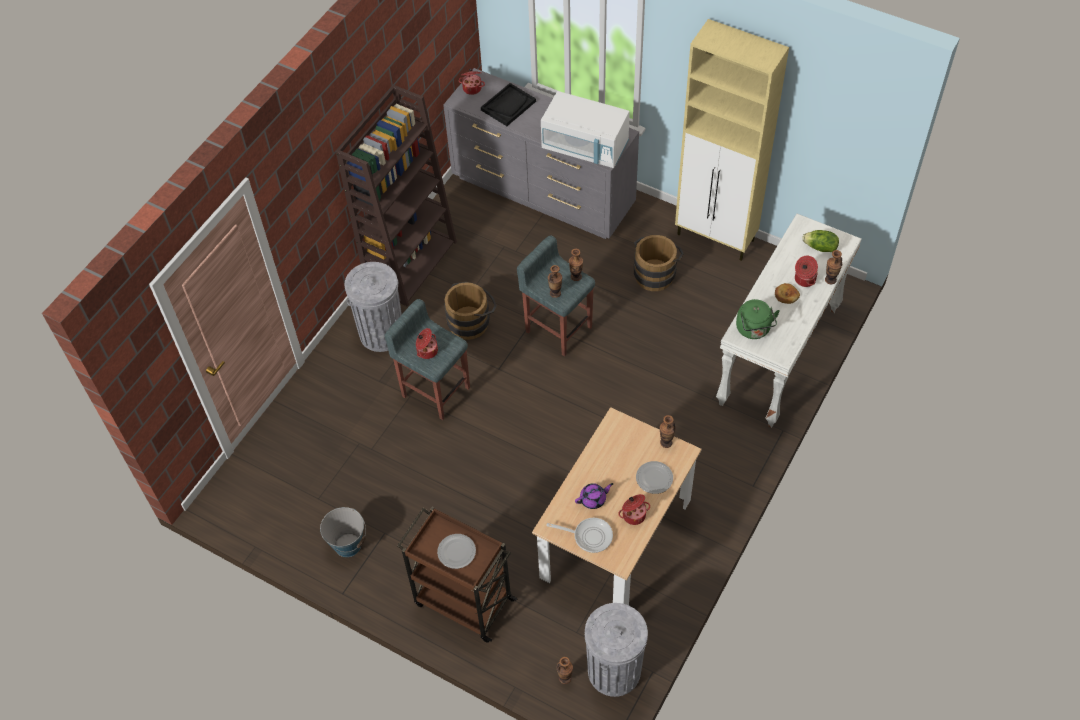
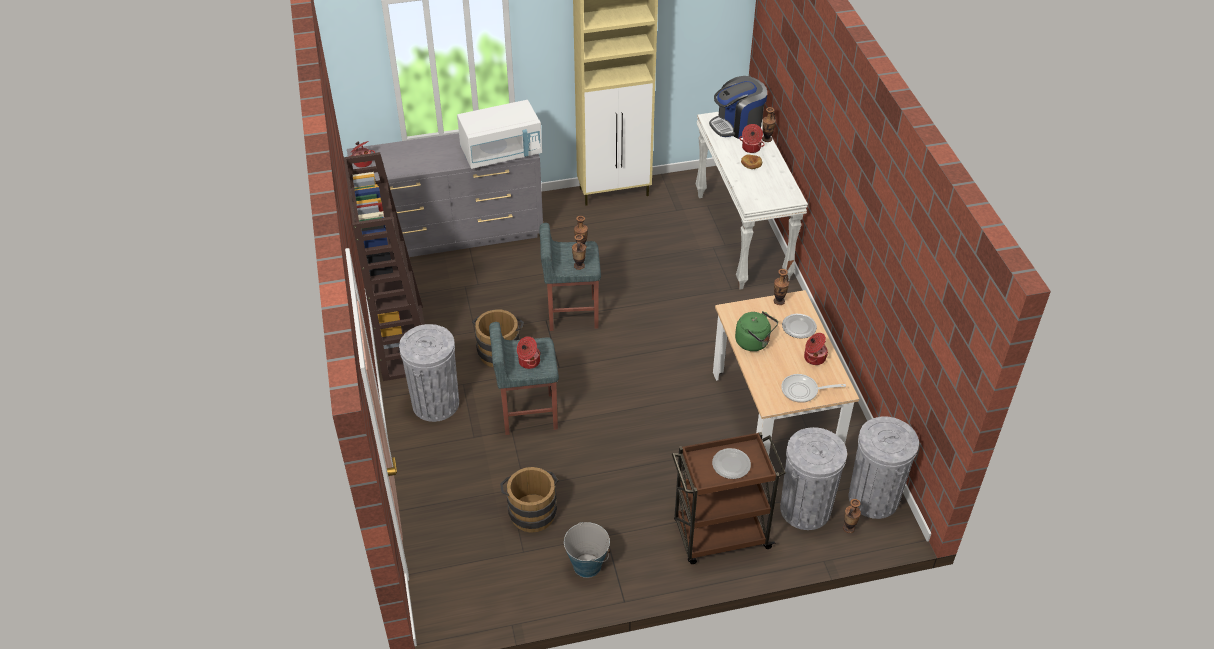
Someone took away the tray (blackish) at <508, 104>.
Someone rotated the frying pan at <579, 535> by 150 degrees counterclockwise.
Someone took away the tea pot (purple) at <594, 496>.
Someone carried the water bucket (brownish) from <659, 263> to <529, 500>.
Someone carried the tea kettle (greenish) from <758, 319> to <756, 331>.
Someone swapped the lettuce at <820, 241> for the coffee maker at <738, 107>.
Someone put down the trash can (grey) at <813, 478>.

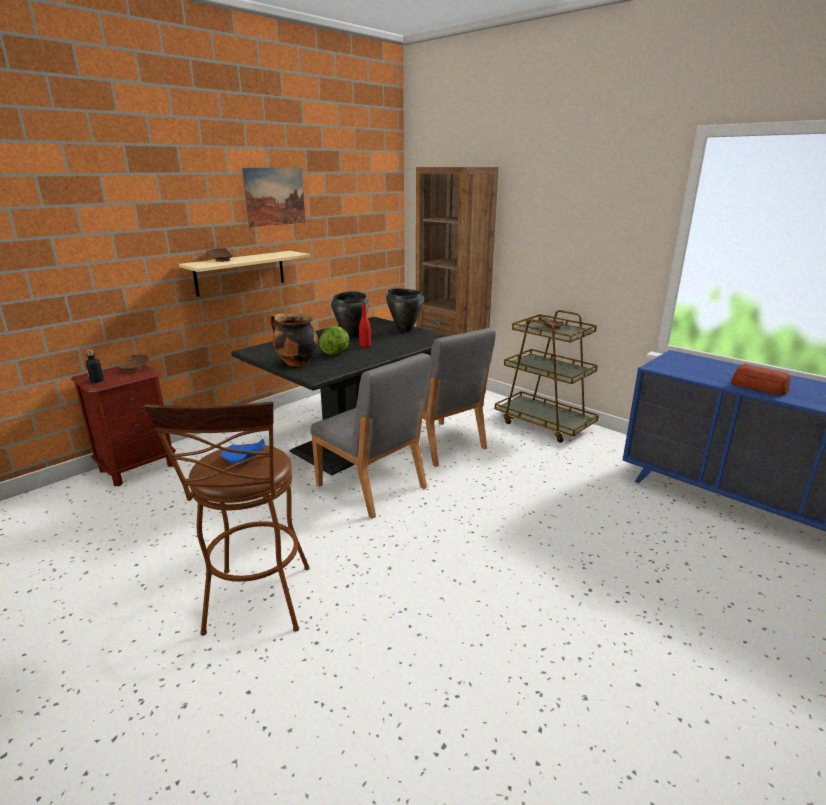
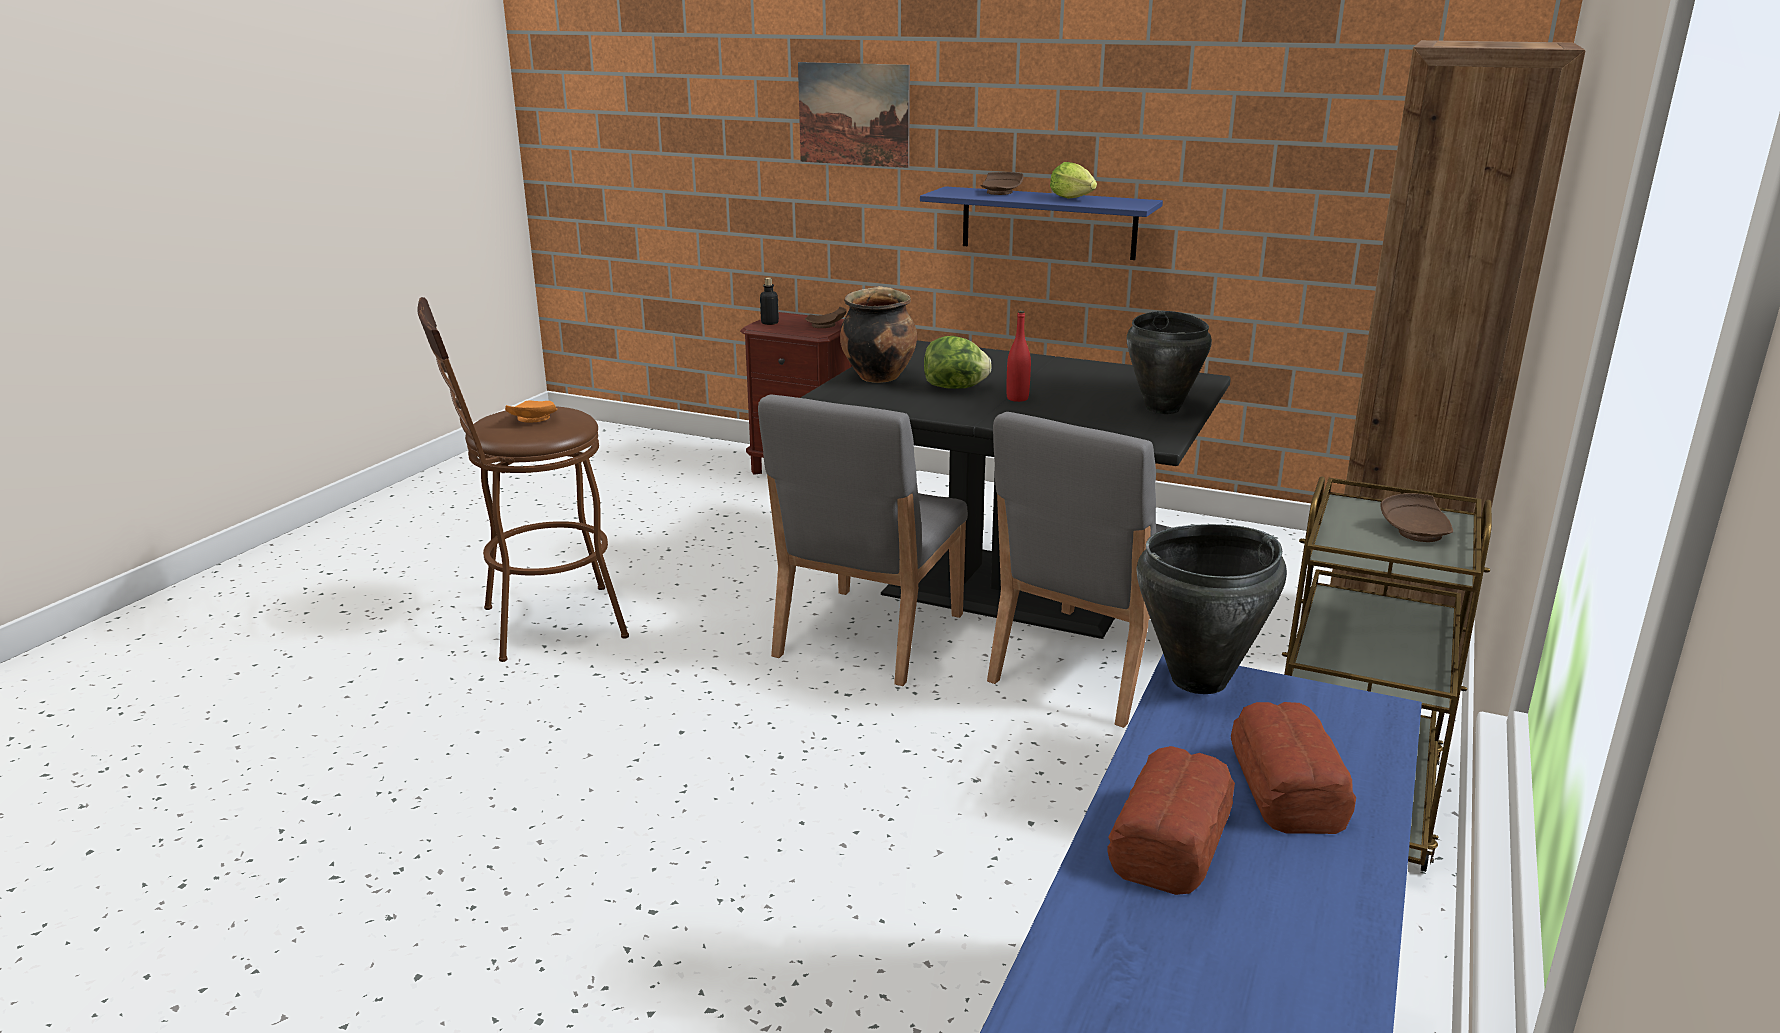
Someone repainted the wall shelf (beige-coloured) at <245, 274>, which became the wall shelf (blue) at <1041, 223>.
Someone repainted the plate (blue) at <242, 451>, which became the plate (orange-coloured) at <531, 412>.
Someone carried the wall picture from <274, 197> to <854, 115>.
Someone carried the stockpot (blackish) from <350, 314> to <1212, 609>.
Someone put down the lettuce at <1073, 180>.
Someone put down the bakery bread at <1293, 768>.

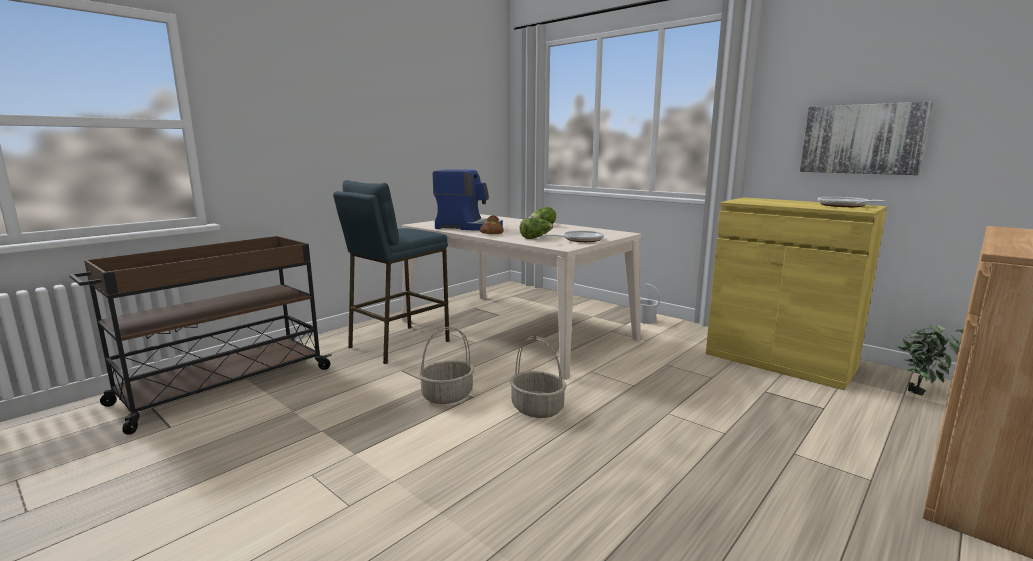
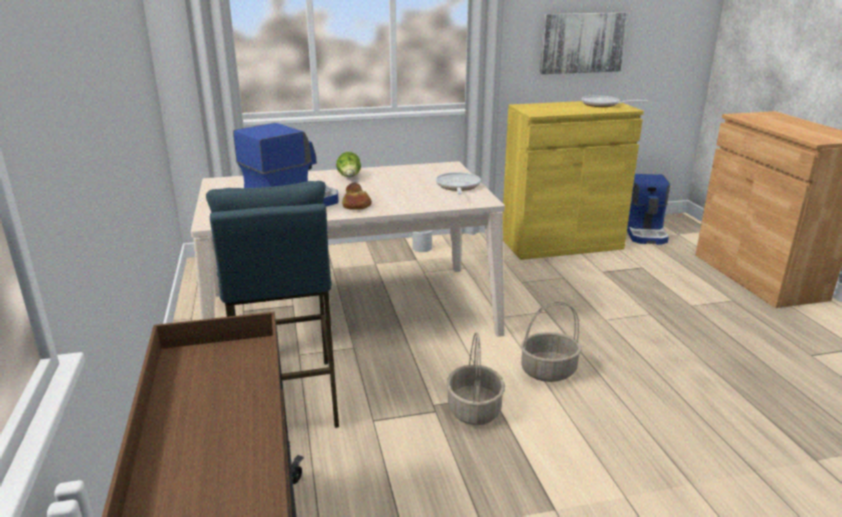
Someone took away the lettuce at <536, 228>.
Someone swapped the plant in a pot at <930, 360> for the coffee maker at <648, 209>.

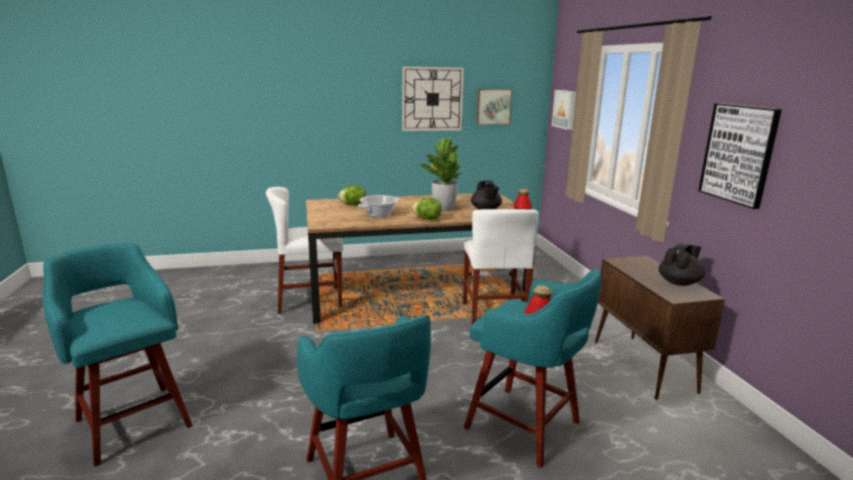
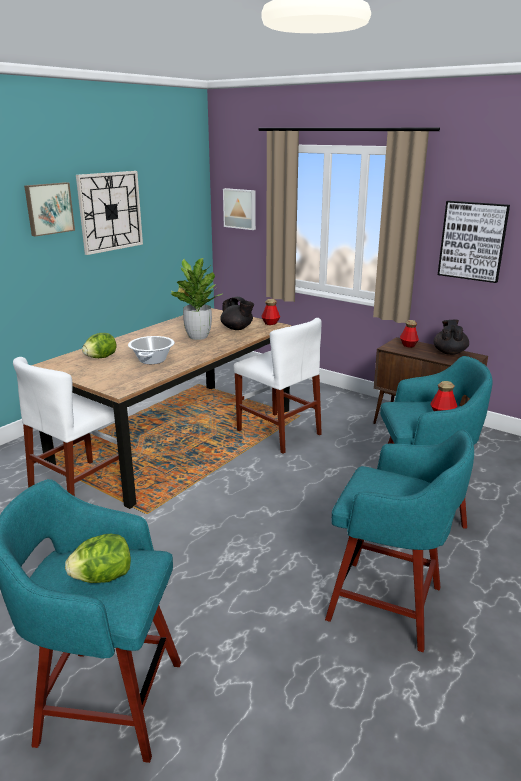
Someone carried the lettuce from <427, 209> to <98, 558>.
Someone carried the wall picture from <494, 107> to <49, 209>.
Someone put down the bottle at <409, 334>.

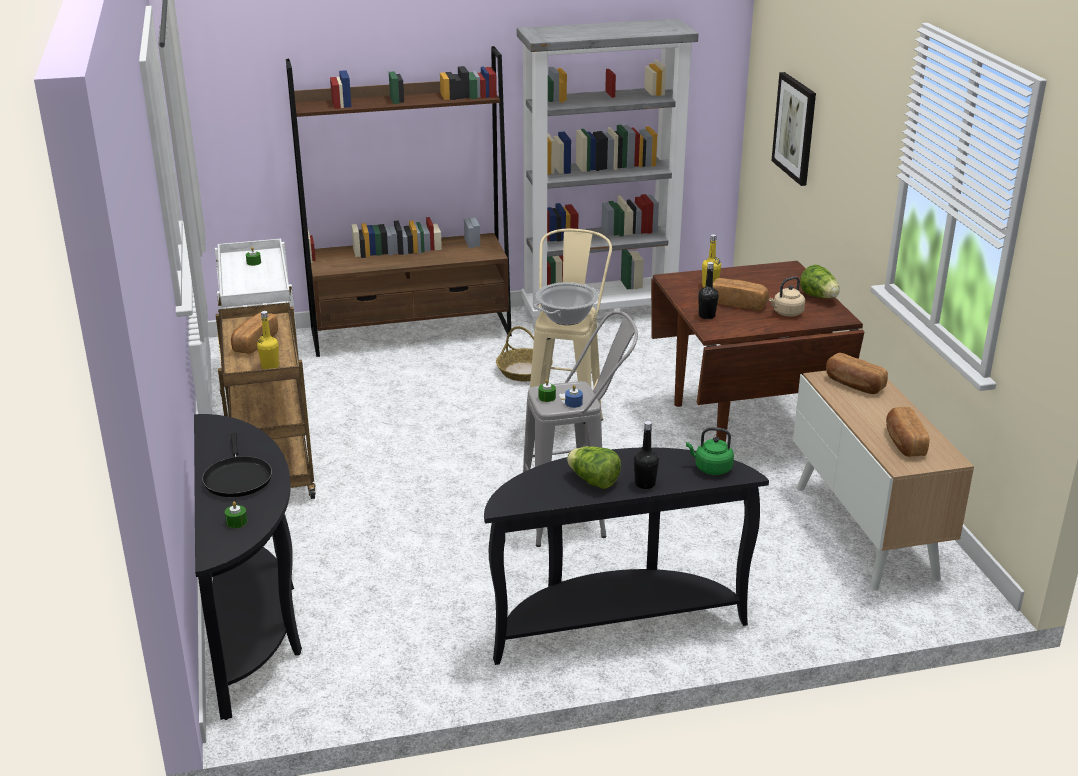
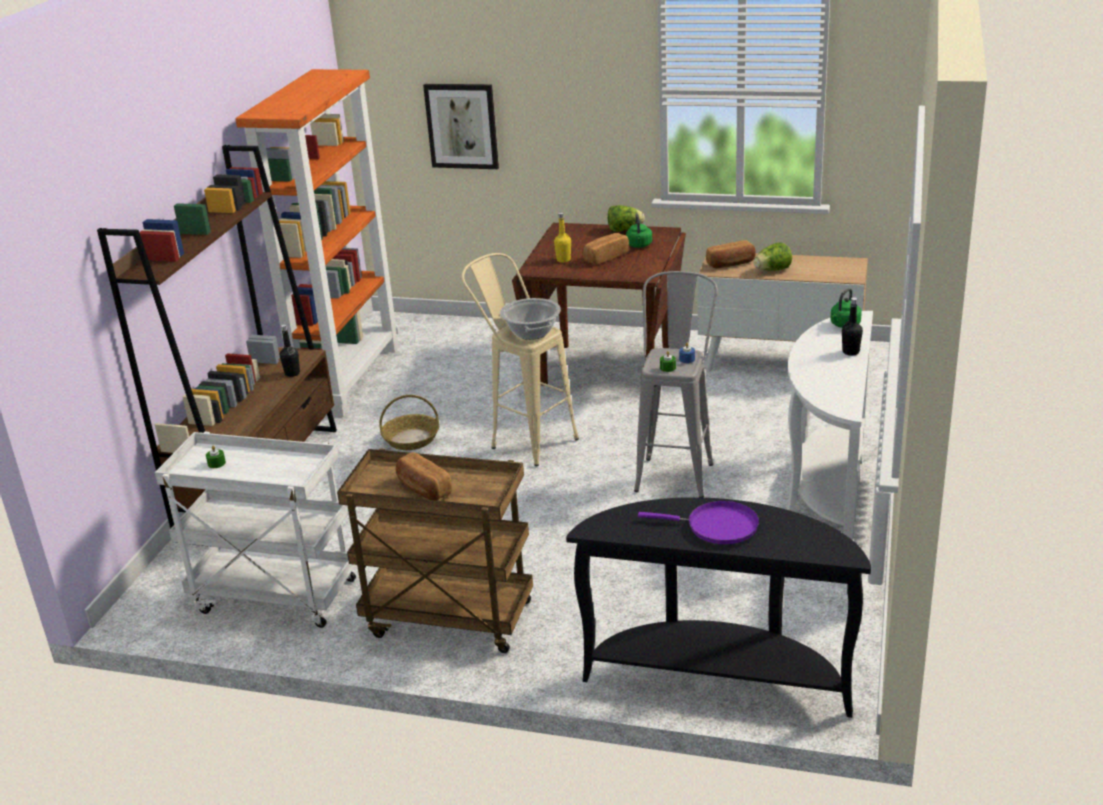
Someone repainted the frying pan (blackish) at <237, 465>, which became the frying pan (purple) at <698, 522>.
Someone took away the candle (greenish) at <236, 514>.
Someone took away the bottle (yellow) at <268, 340>.
Someone repainted the narrow table (blackish) at <626, 556>, which became the narrow table (whitish) at <830, 425>.
Someone repainted the bookshelf (grey) at <607, 174>, which became the bookshelf (orange-coloured) at <317, 243>.
Someone carried the lettuce from <594, 467> to <773, 257>.
Someone carried the bottle (blackish) from <708, 290> to <290, 350>.
Someone repainted the tea kettle (beige-coloured) at <787, 296>, which became the tea kettle (greenish) at <639, 230>.
Someone took away the bakery bread at <907, 432>.

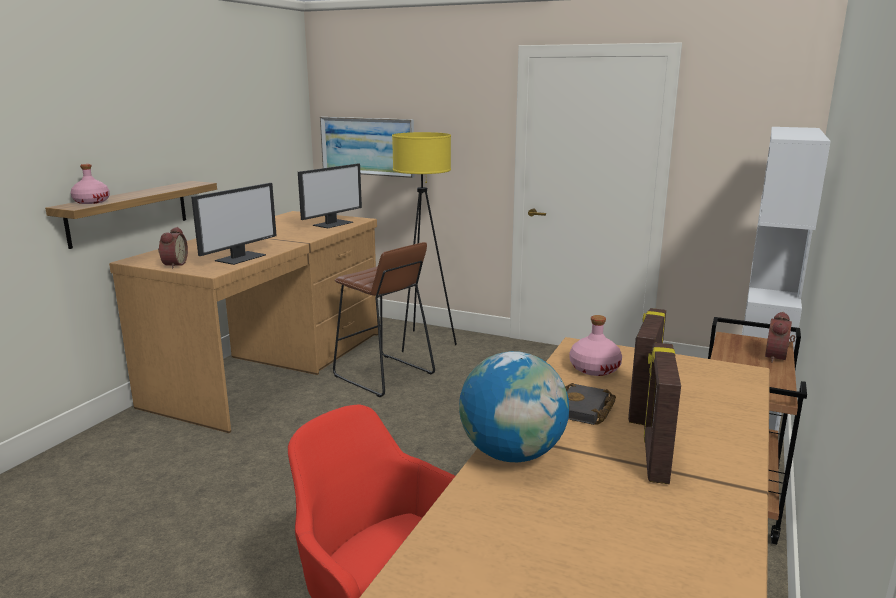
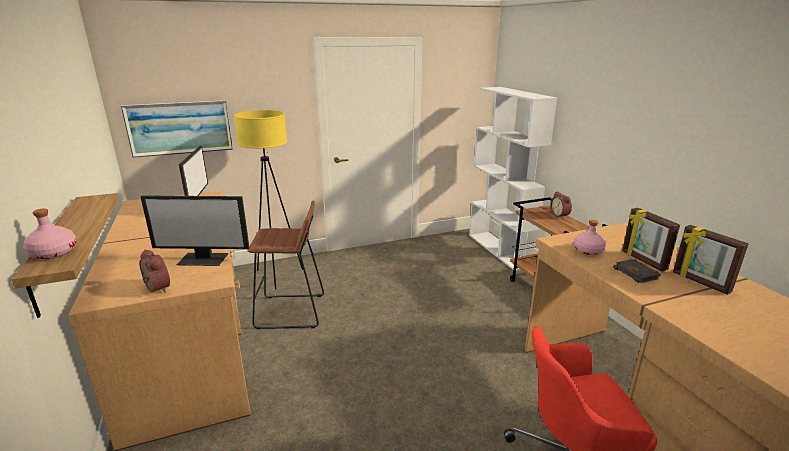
Someone rotated the monitor at <234, 224> by 105 degrees clockwise.
Someone took away the desk globe at <514, 406>.

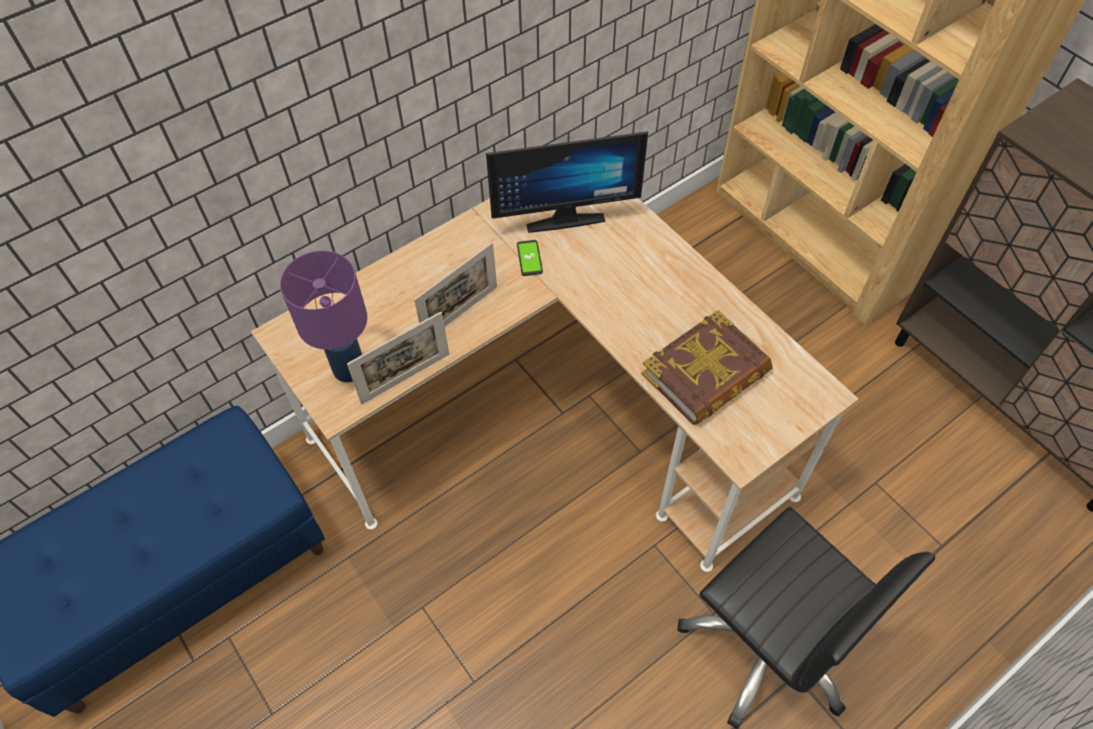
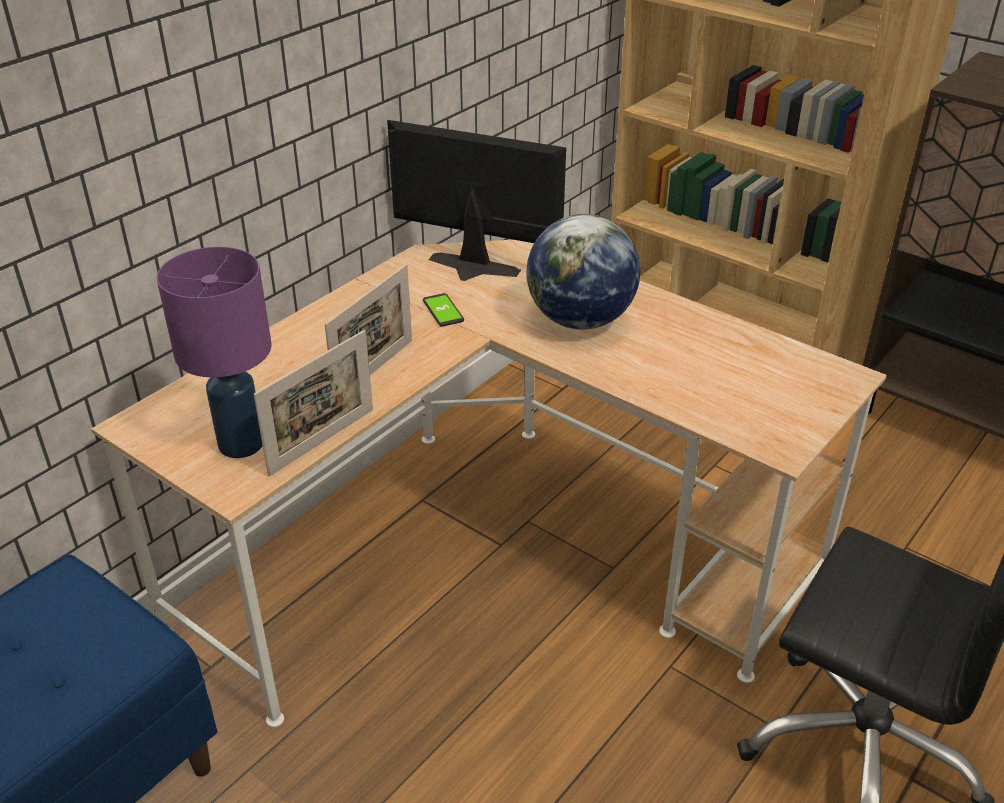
Someone rotated the monitor at <567, 182> by 135 degrees counterclockwise.
Someone took away the book at <707, 367>.
Someone put down the desk globe at <583, 272>.

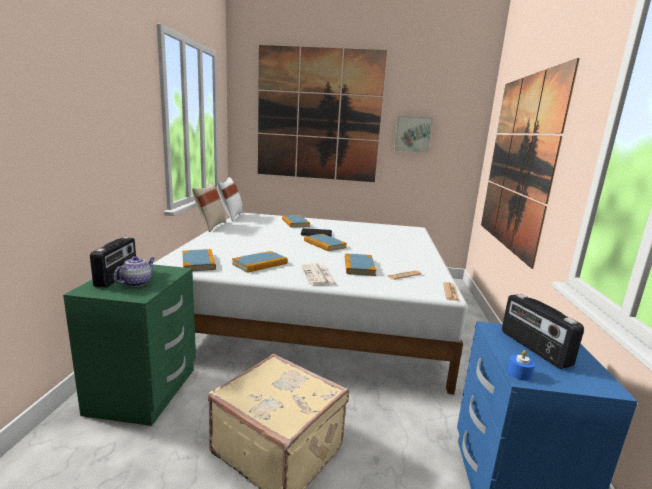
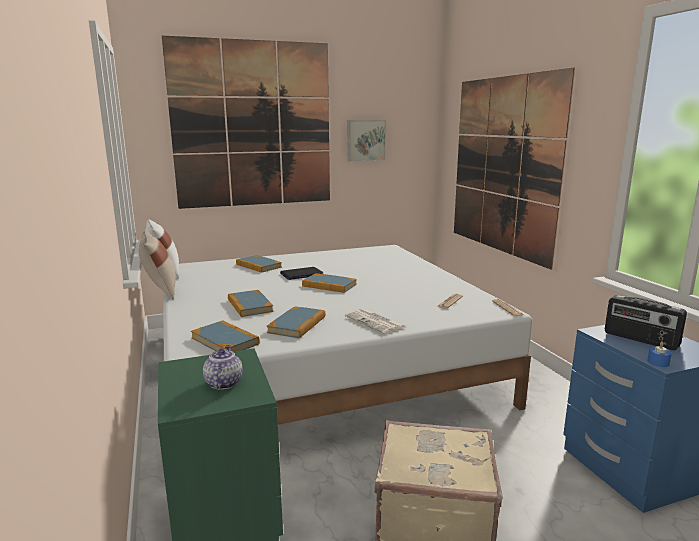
Someone took away the radio at <113, 262>.
Someone carried the book from <360, 264> to <251, 303>.

